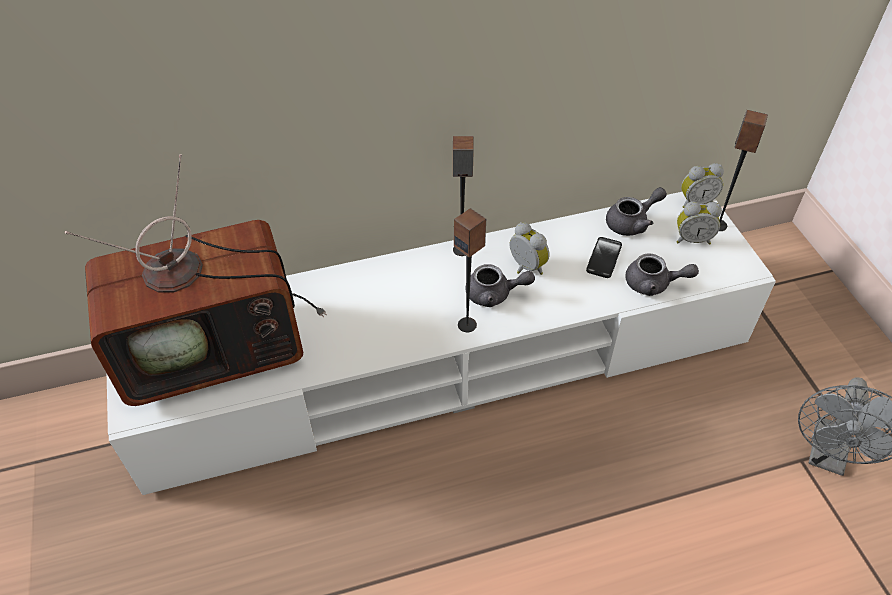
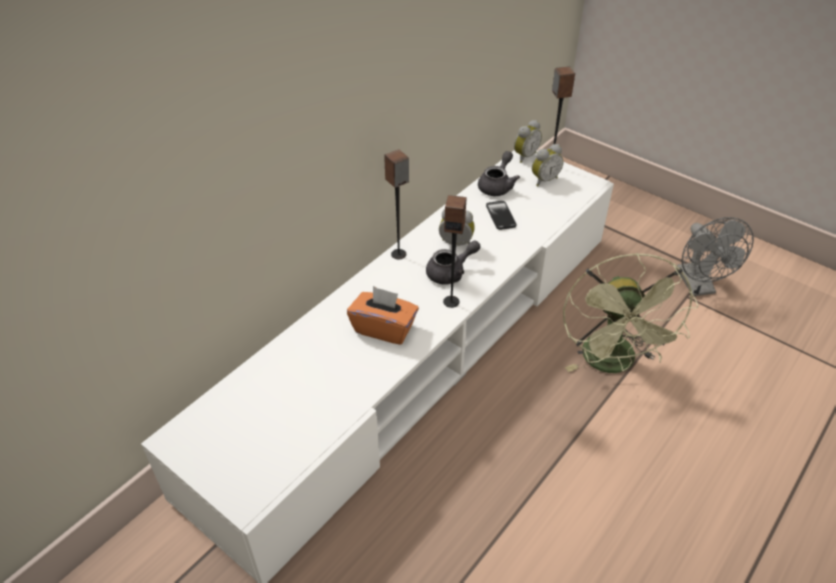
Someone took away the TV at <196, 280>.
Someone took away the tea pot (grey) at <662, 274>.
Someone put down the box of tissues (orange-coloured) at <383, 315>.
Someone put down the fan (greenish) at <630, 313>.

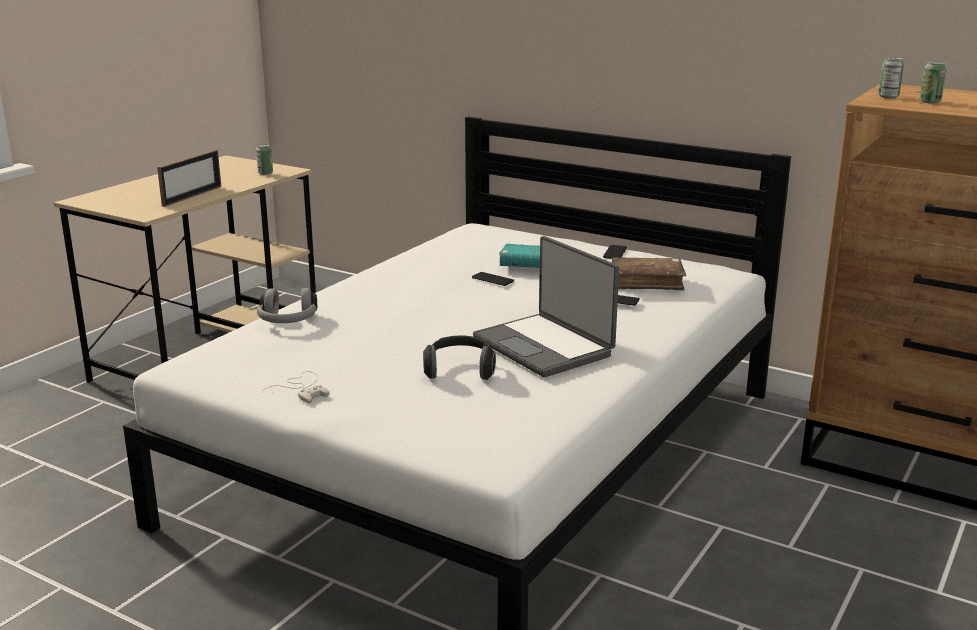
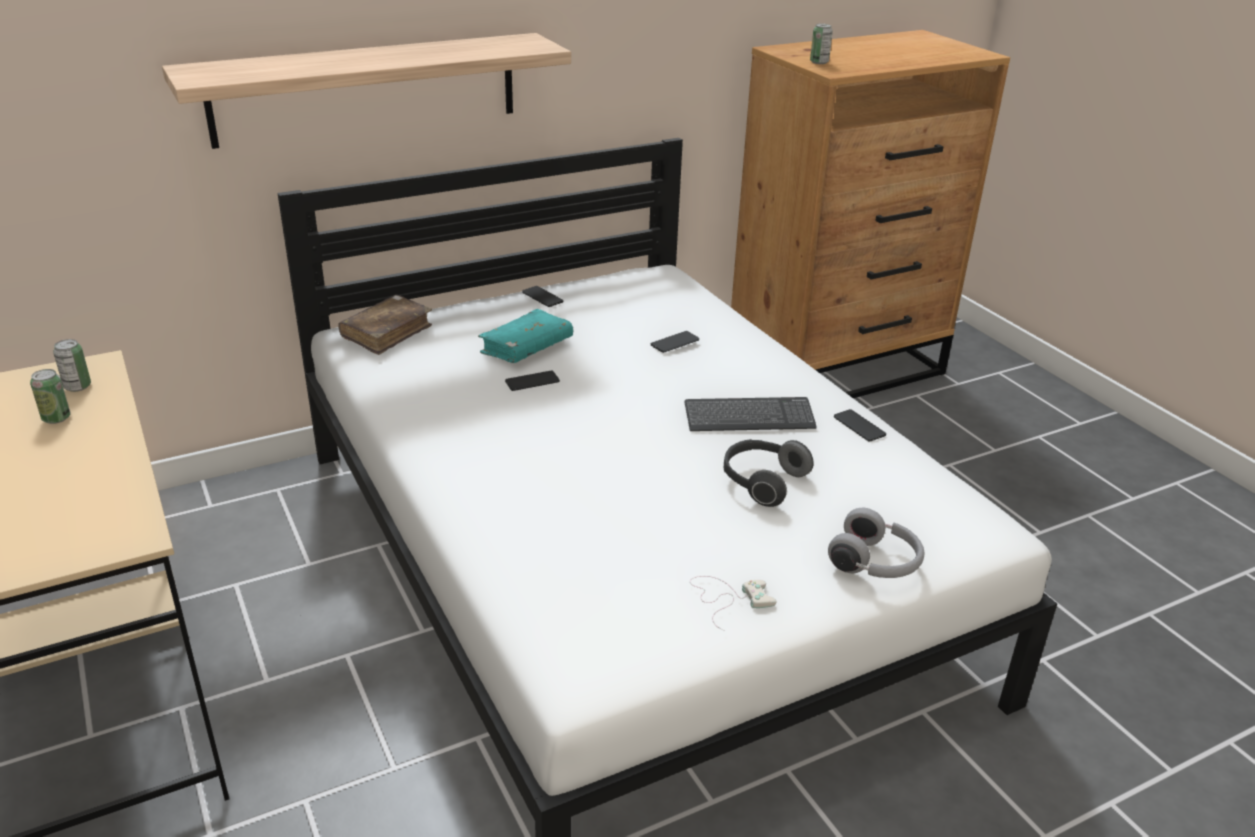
Someone took away the photo frame at <189, 178>.
Someone carried the headset (grey) from <287, 305> to <876, 543>.
Someone swapped the laptop at <546, 306> for the computer keyboard at <751, 414>.
Someone carried the book (brownish) from <649, 273> to <385, 325>.
Someone carried the sealed can from <933, 82> to <50, 396>.
Someone put up the wall shelf at <366, 91>.
Someone put down the handset at <860, 425>.

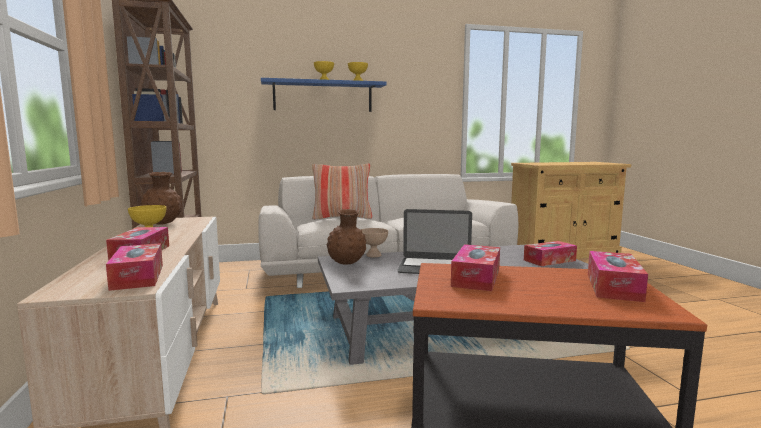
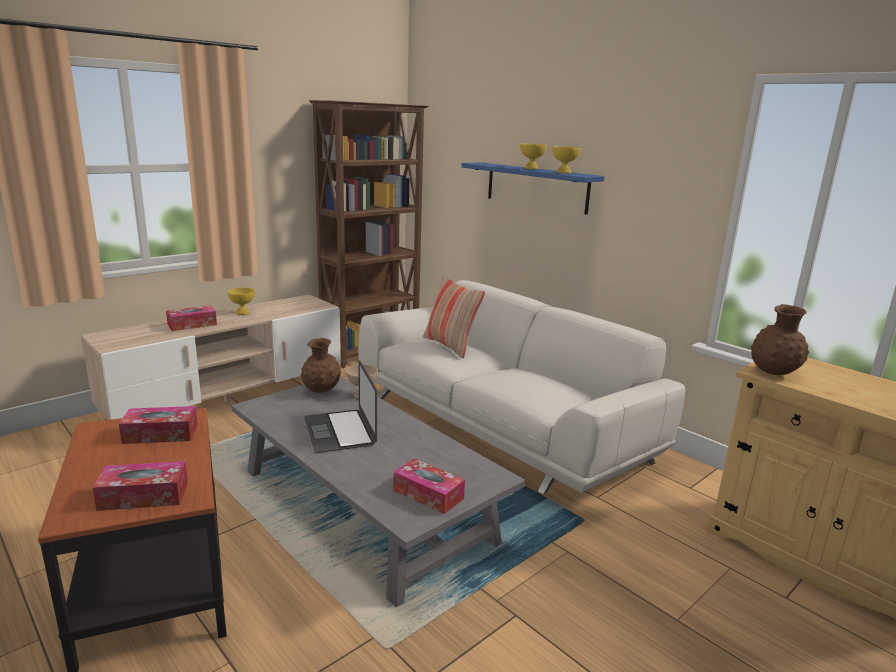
Someone took away the box of tissues at <134, 267>.
Someone carried the decorative vase (brownish) from <161, 198> to <780, 339>.

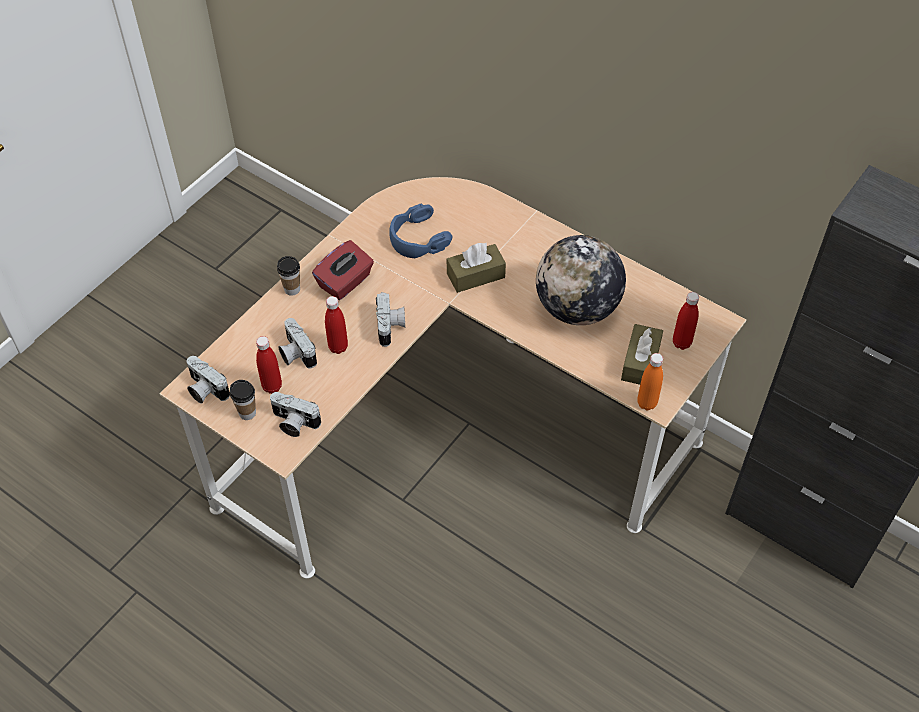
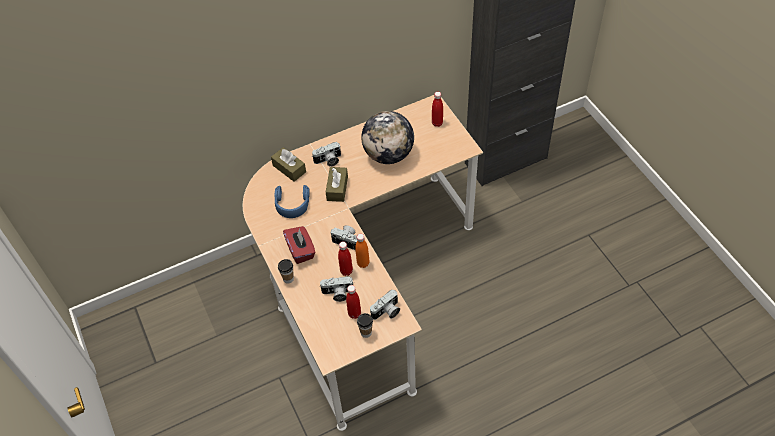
Someone carried the photo camera from <208, 380> to <326, 154>.
Someone carried the box of tissues (brownish) from <642, 354> to <288, 164>.
Someone carried the bottle (orange-coloured) from <650, 381> to <362, 251>.

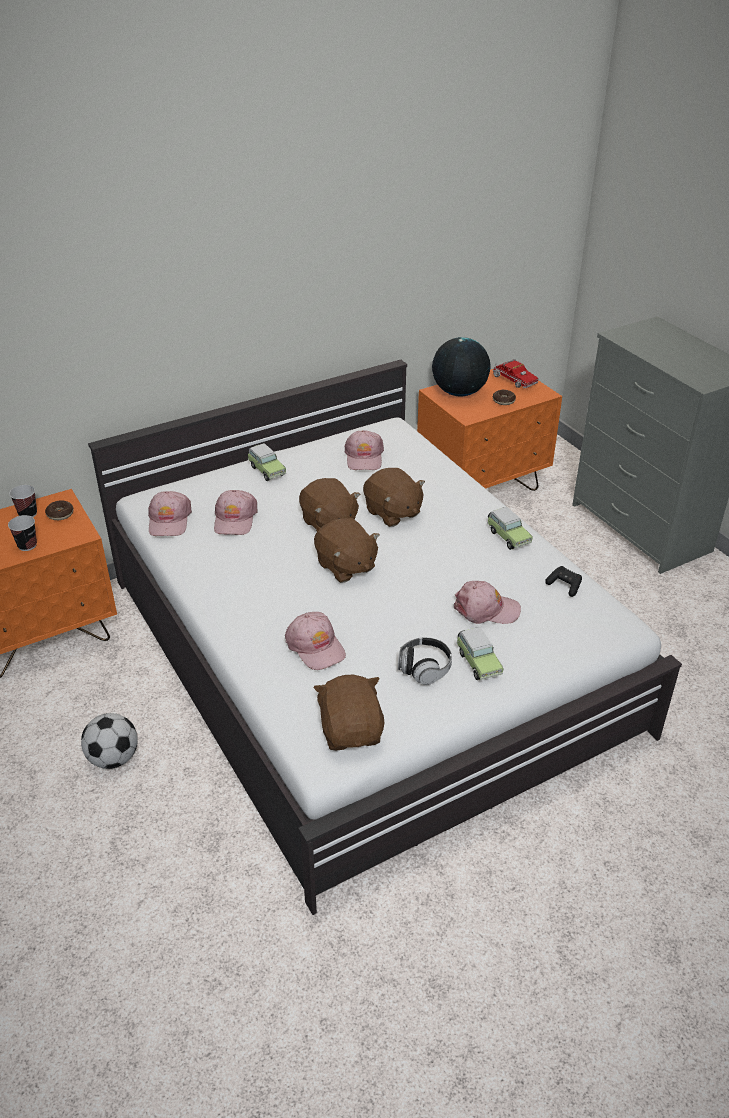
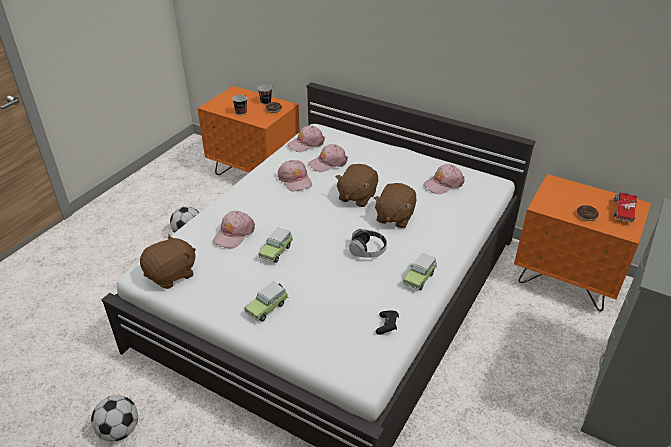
Someone carried the toy car from <267, 462> to <276, 245>.
Someone took away the cuddly toy (brownish) at <347, 550>.
Someone carried the headset from <425, 661> to <368, 243>.
Someone took away the desk globe at <461, 367>.
Someone carried the baseball cap (pinkish) from <487, 602> to <295, 176>.
Someone put down the ball for football at <114, 418>.

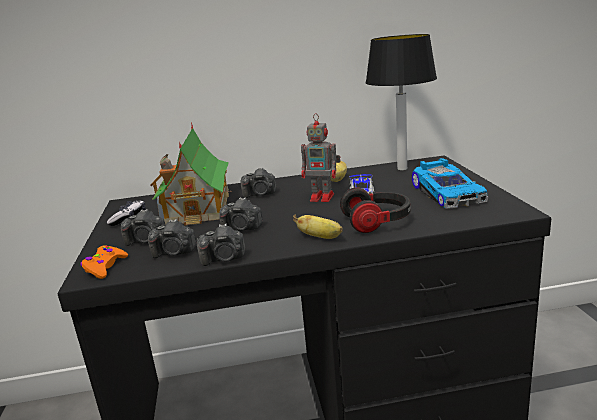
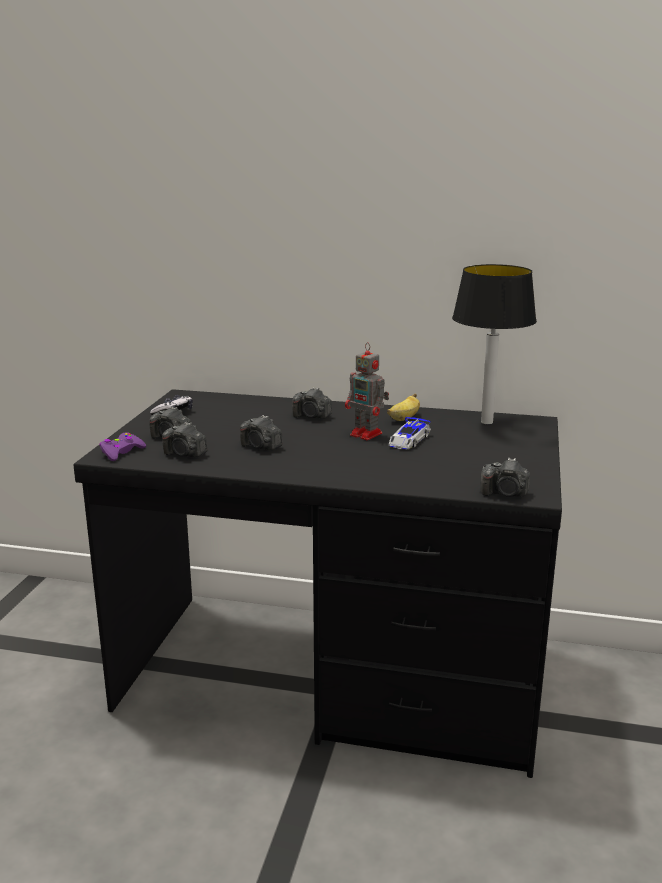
Someone repainted the gamepad (orange-coloured) at <104, 262>, which became the gamepad (purple) at <122, 446>.
Someone took away the miniature house at <190, 174>.
Someone carried the photo camera from <221, 244> to <505, 477>.
Someone took away the whole banana at <318, 227>.
Someone took away the headset at <375, 210>.
Someone took away the toy car at <450, 183>.

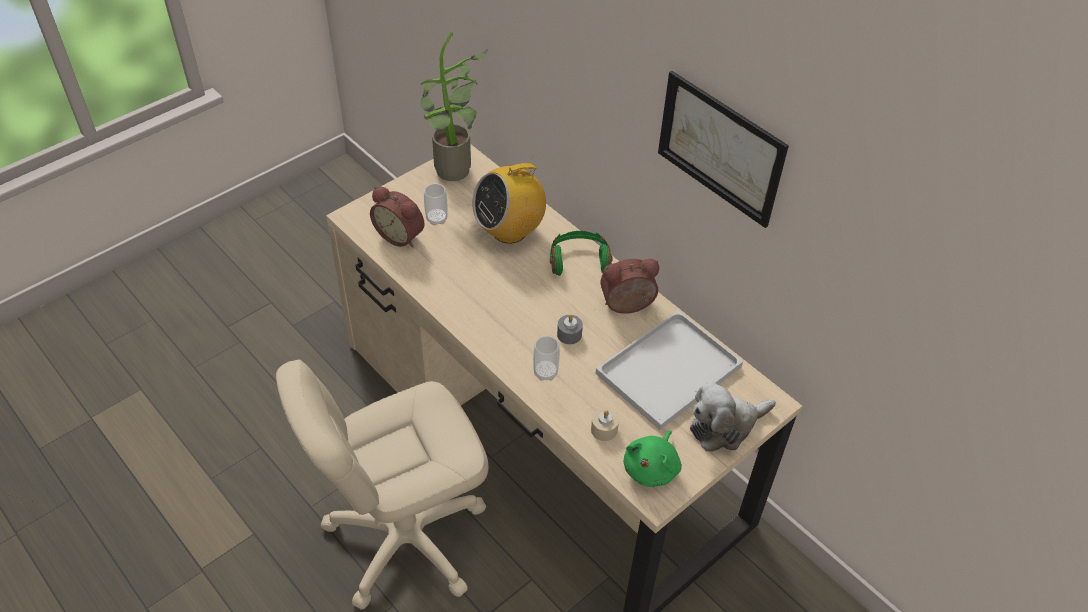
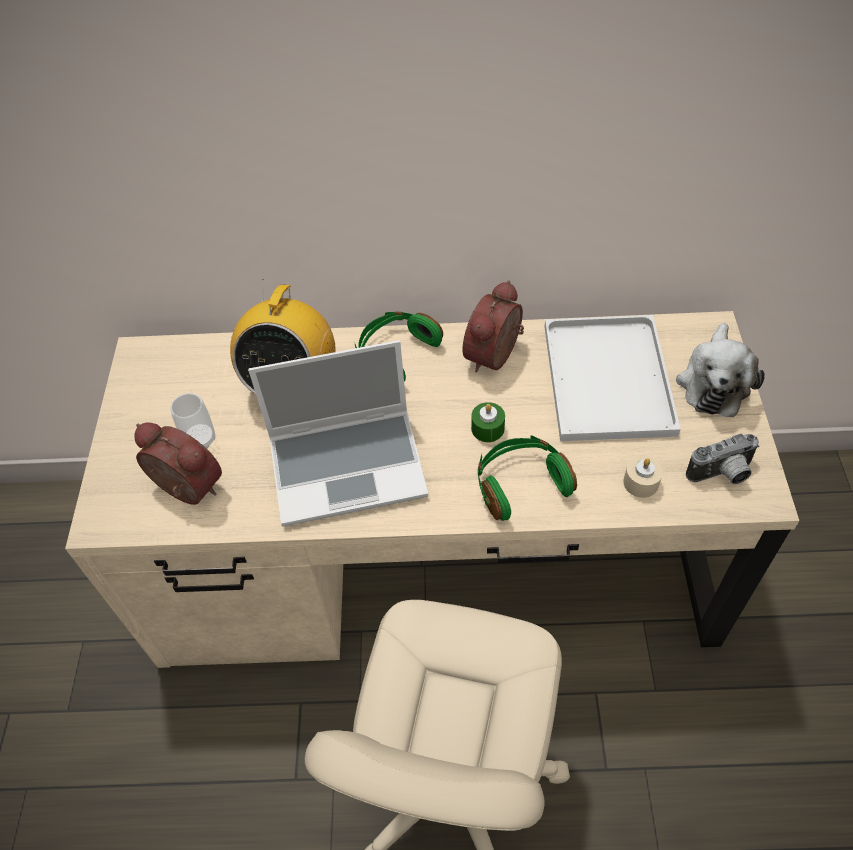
Someone rotated the bedside clock at <397, 217> by 135 degrees counterclockwise.
Someone took away the plant in a pot at <454, 106>.
Someone swapped the small cup at <546, 358> for the headset (greenish) at <527, 478>.
Someone repainted the candle (grey) at <570, 329>, which became the candle (greenish) at <488, 422>.
Someone swapped the cuddly toy (greenish) at <652, 459> for the photo camera at <723, 459>.
Someone took away the wall picture at <723, 149>.
Someone put down the laptop at <338, 433>.

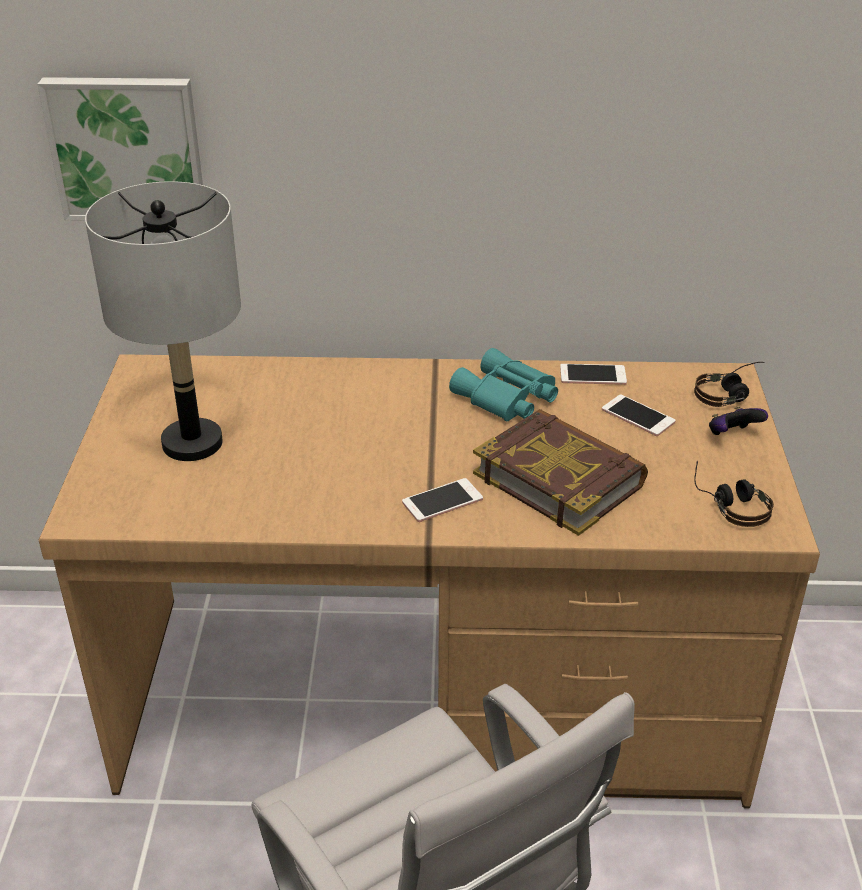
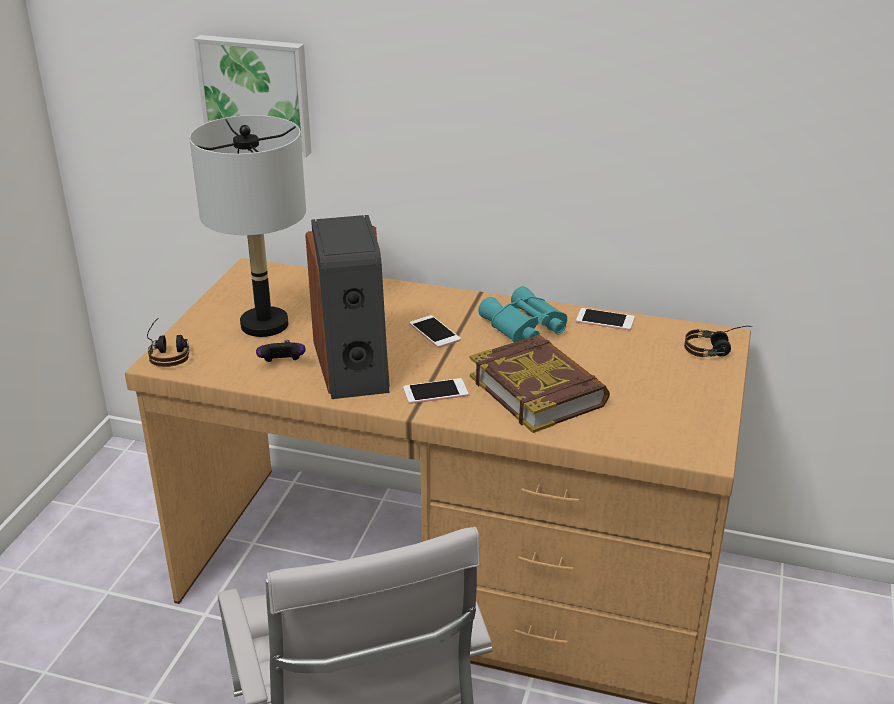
Someone carried the handset from <638, 415> to <435, 331>.
Someone carried the headset from <734, 494> to <168, 343>.
Someone carried the gamepad from <738, 420> to <281, 351>.
Someone put down the audio speaker at <347, 307>.

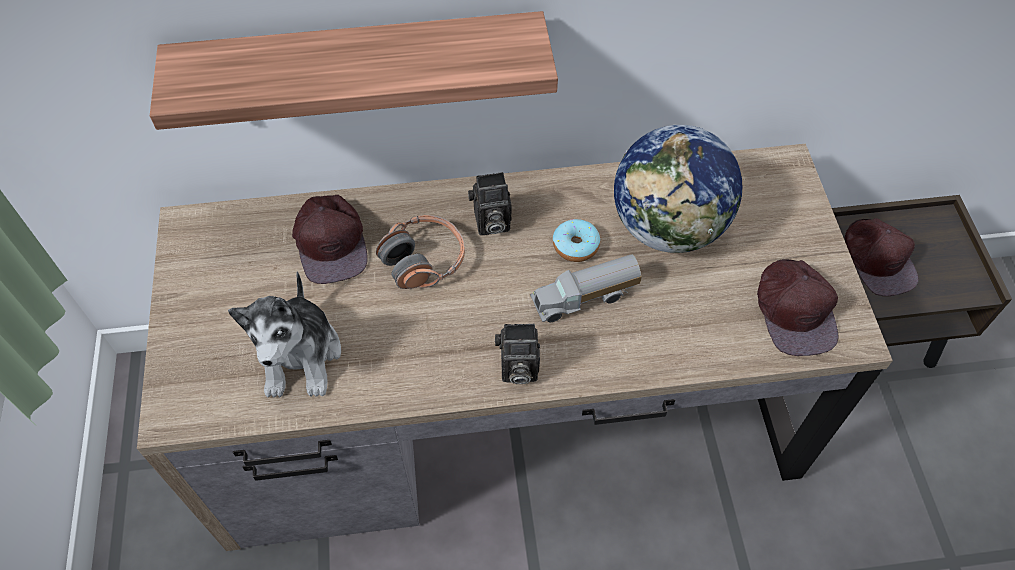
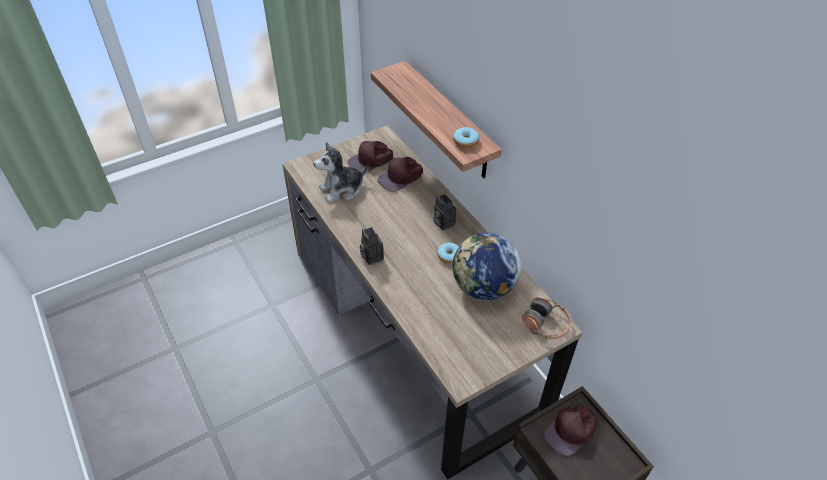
Someone carried the headset from <420, 252> to <547, 318>.
Someone took away the toy lorry at <586, 288>.
Someone carried the baseball cap (brownish) from <797, 307> to <370, 156>.
Someone put down the donut at <466, 137>.

